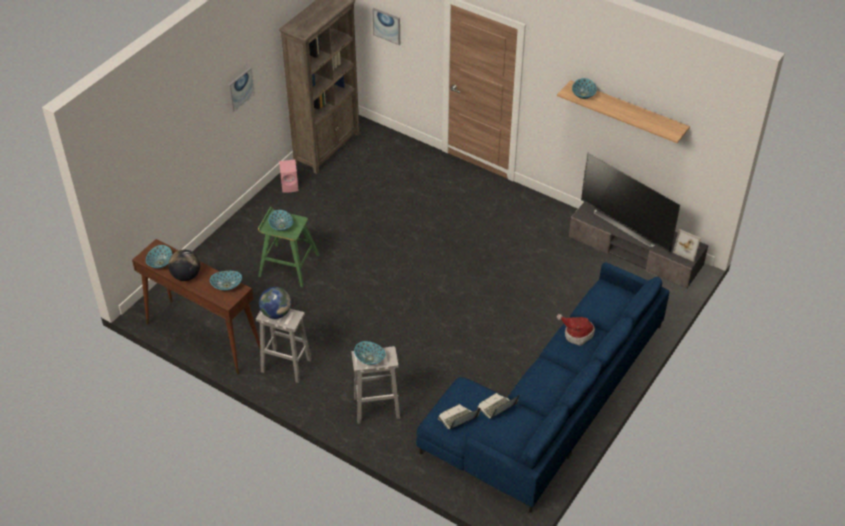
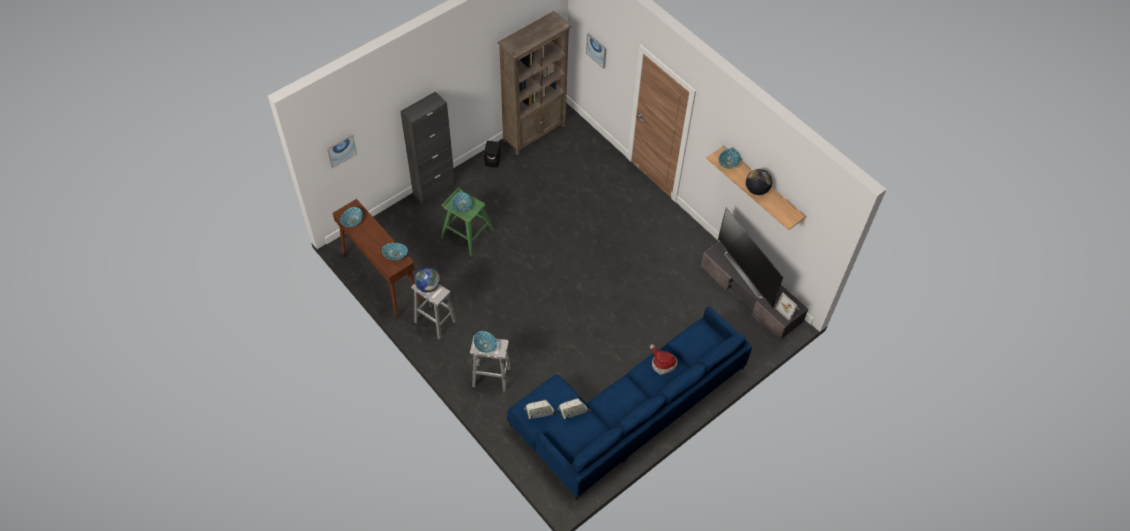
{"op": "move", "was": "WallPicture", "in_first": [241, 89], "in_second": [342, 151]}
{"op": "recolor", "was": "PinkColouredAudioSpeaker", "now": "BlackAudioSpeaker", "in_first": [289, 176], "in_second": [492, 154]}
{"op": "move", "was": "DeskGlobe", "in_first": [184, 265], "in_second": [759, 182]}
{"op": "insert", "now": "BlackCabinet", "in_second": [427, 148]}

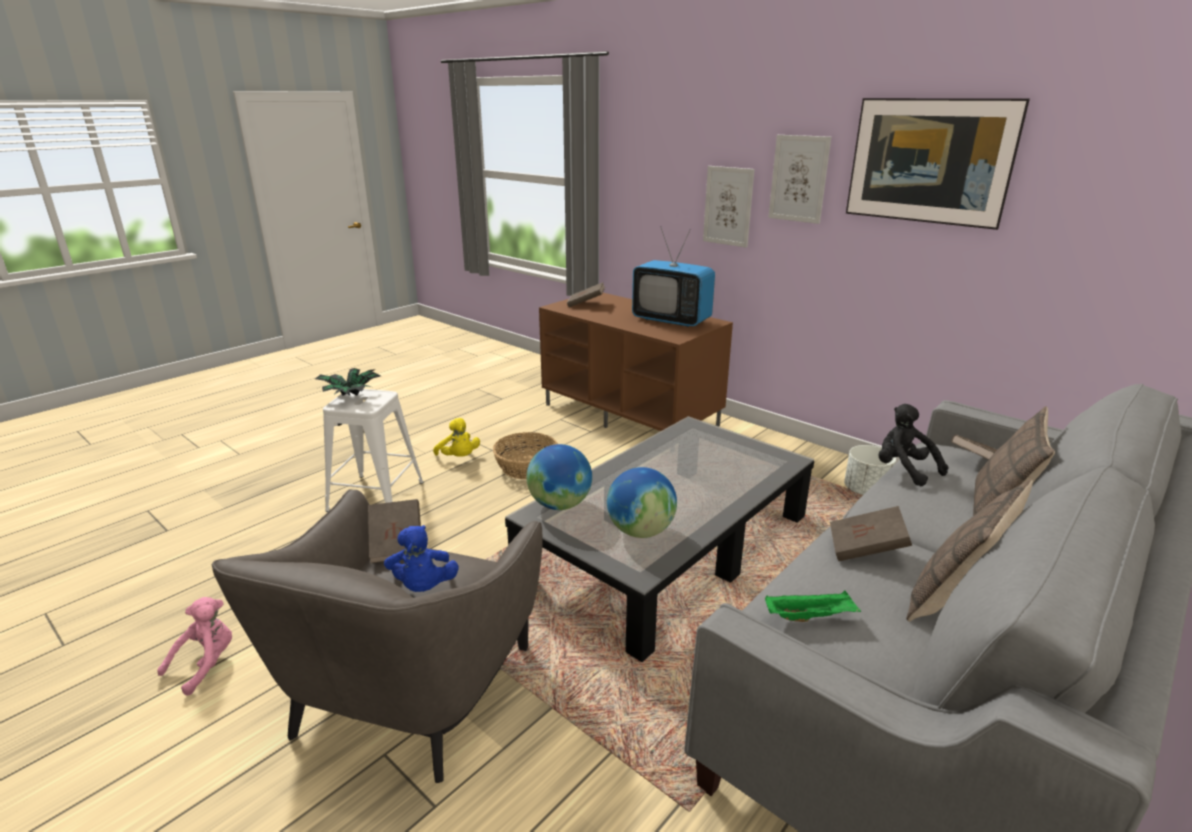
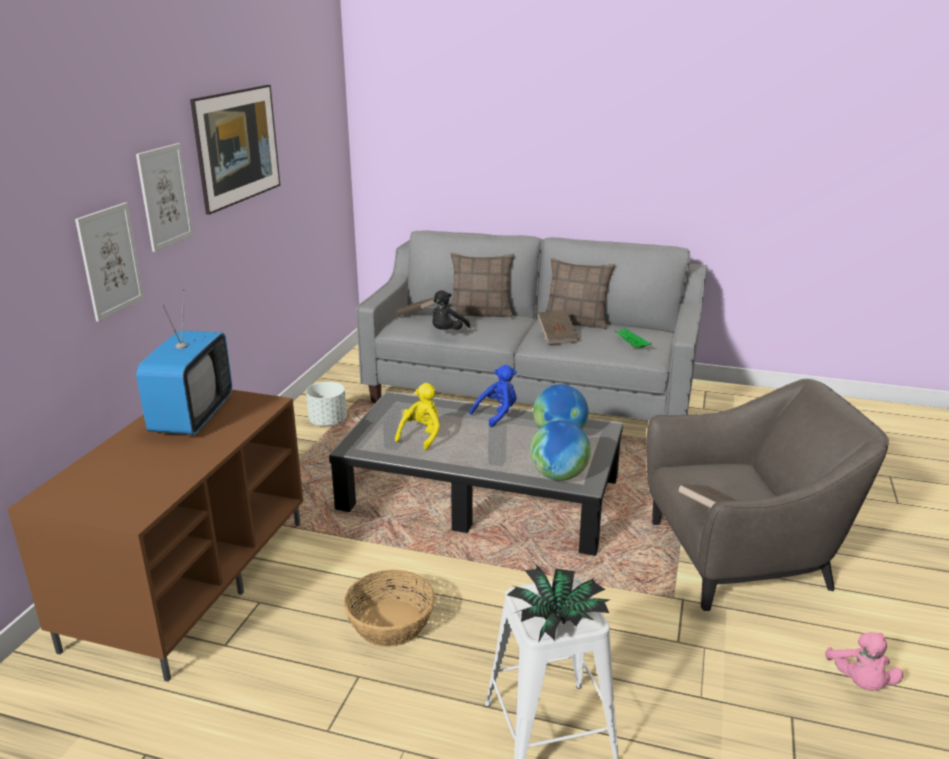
{"op": "delete", "was": "BrownColouredBoundBook", "in_first": [586, 294]}
{"op": "move", "was": "YellowCuddlyToy", "in_first": [456, 437], "in_second": [417, 416]}
{"op": "move", "was": "BlueColouredCuddlyToy", "in_first": [421, 558], "in_second": [493, 396]}
{"op": "rotate", "was": "PinkColouredCuddlyToy", "in_first": [195, 646], "in_second": [864, 661], "clockwise": -90}

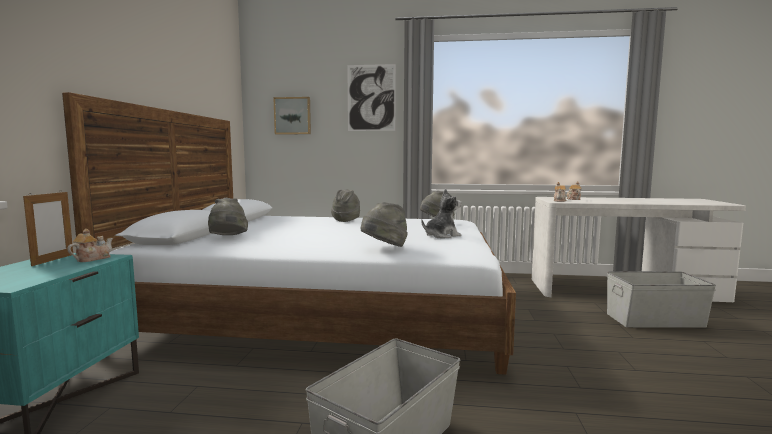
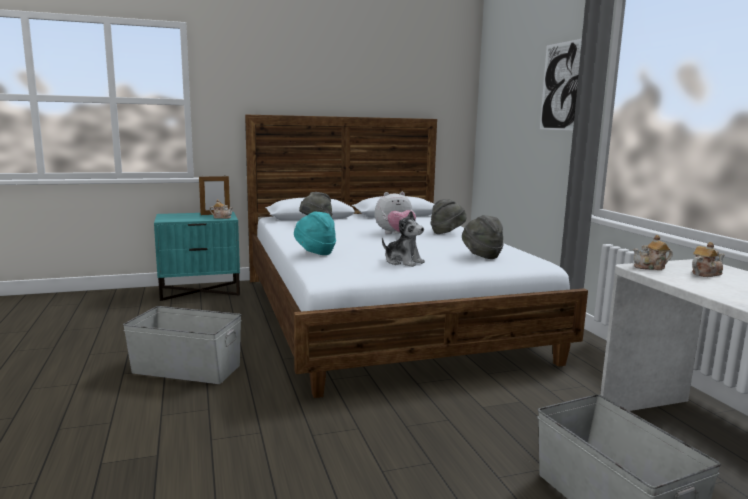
{"op": "delete", "was": "WallPicture", "in_first": [292, 115]}
{"op": "recolor", "was": "GrayWearableHat", "now": "BlueGreenWearableHat", "in_first": [384, 224], "in_second": [315, 233]}
{"op": "insert", "now": "CuddlyToy", "in_second": [395, 213]}

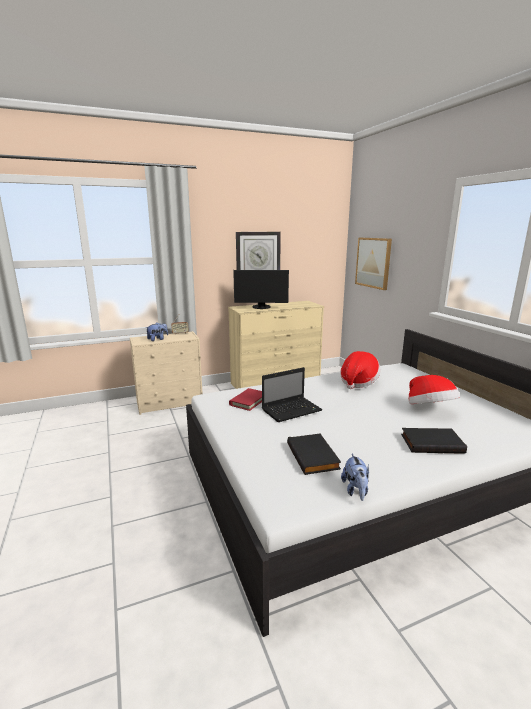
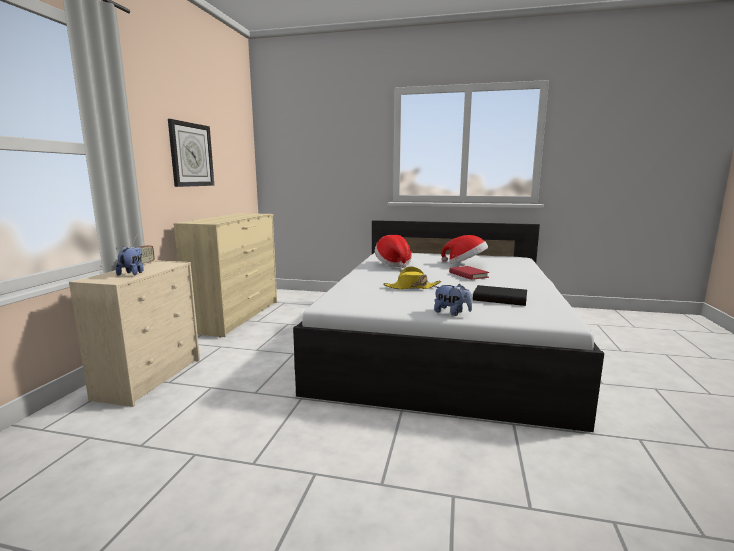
{"op": "delete", "was": "WallPicture", "in_first": [373, 264]}
{"op": "delete", "was": "Monitor", "in_first": [261, 289]}
{"op": "replace", "was": "PortableComputer", "now": "YellowWearableHat", "in_first": [292, 394], "in_second": [412, 278]}
{"op": "move", "was": "RedColouredBoundBook", "in_first": [245, 399], "in_second": [469, 273]}
{"op": "delete", "was": "BlackBoundBook", "in_first": [434, 441]}
{"op": "move", "was": "CuddlyToy", "in_first": [355, 477], "in_second": [453, 300]}

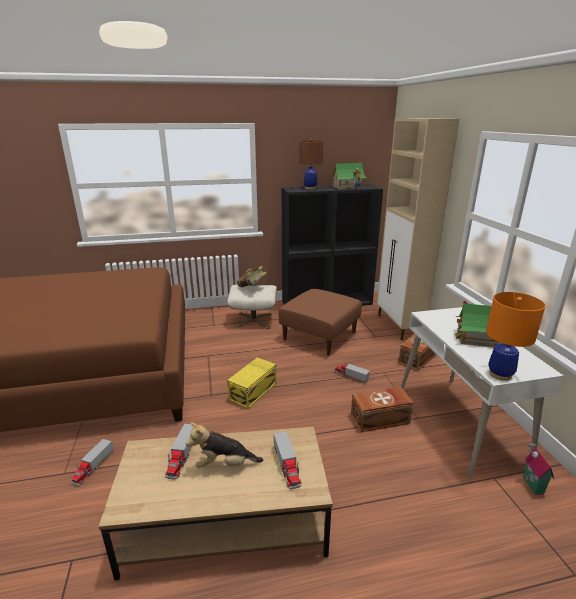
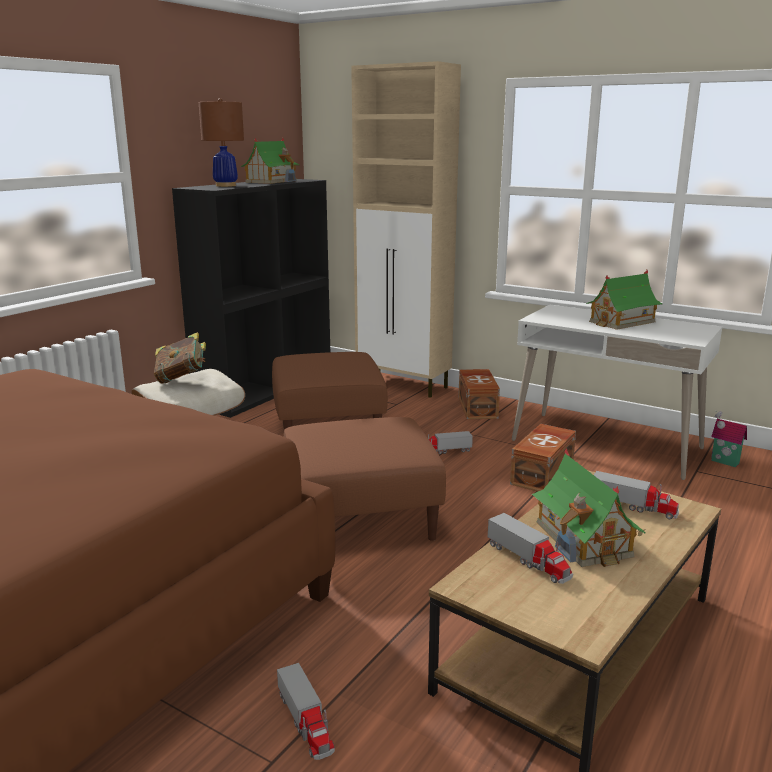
{"op": "delete", "was": "OrangeTabletopLamp", "in_first": [515, 336]}
{"op": "replace", "was": "YellowStorageBin", "now": "BrownColouredFootrest", "in_first": [251, 383], "in_second": [365, 479]}
{"op": "replace", "was": "CuddlyToy", "now": "MiniatureHouse", "in_first": [224, 445], "in_second": [589, 507]}

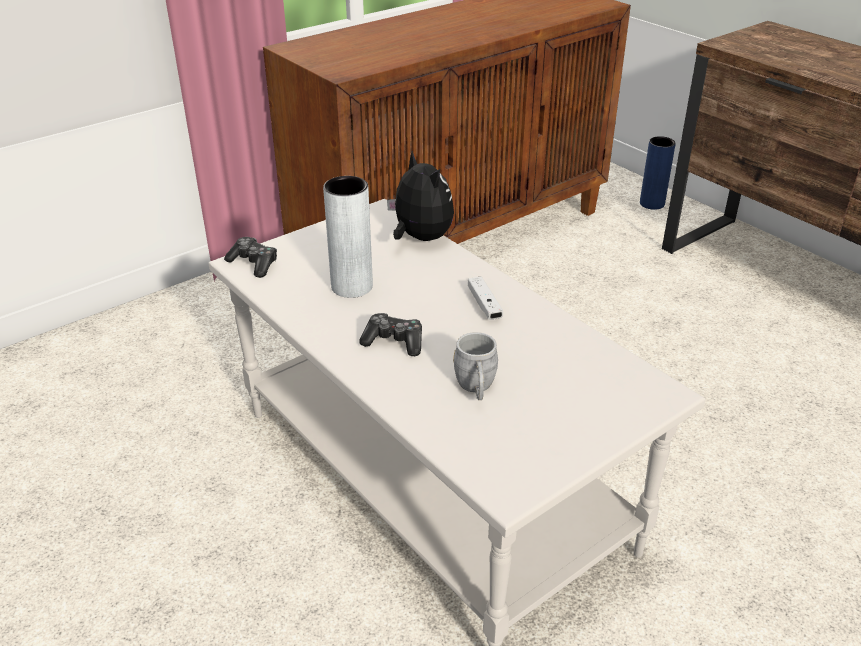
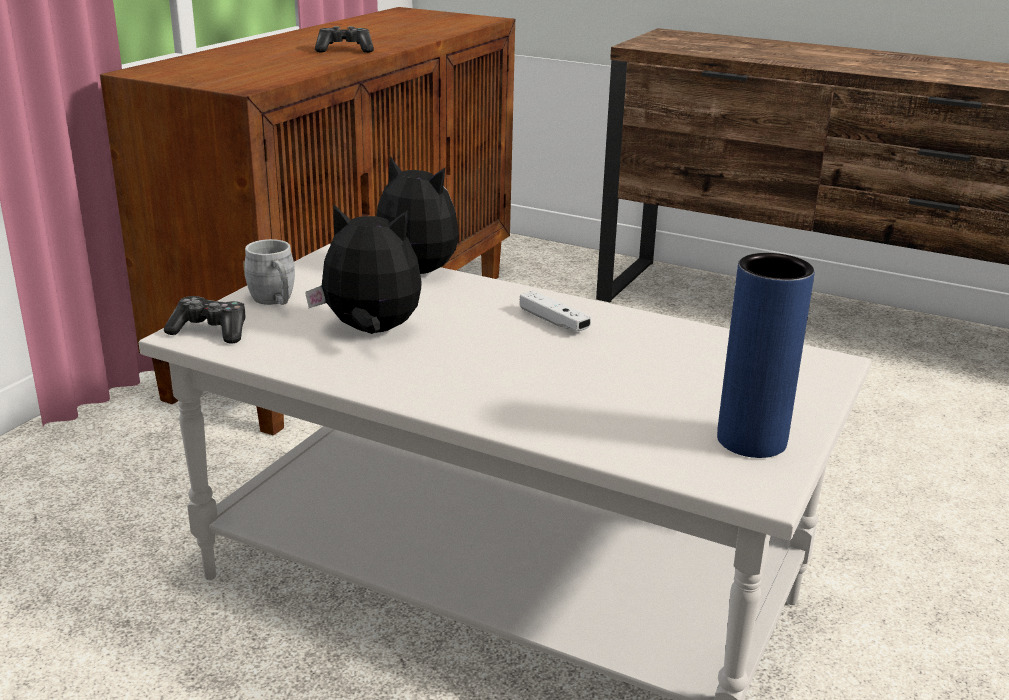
{"op": "move", "was": "BlueColouredVase", "in_first": [658, 173], "in_second": [766, 355]}
{"op": "replace", "was": "GrayVase", "now": "CuddlyToy", "in_first": [348, 237], "in_second": [363, 269]}
{"op": "move", "was": "Joypad", "in_first": [390, 334], "in_second": [344, 39]}
{"op": "move", "was": "GrayMug", "in_first": [475, 366], "in_second": [269, 272]}

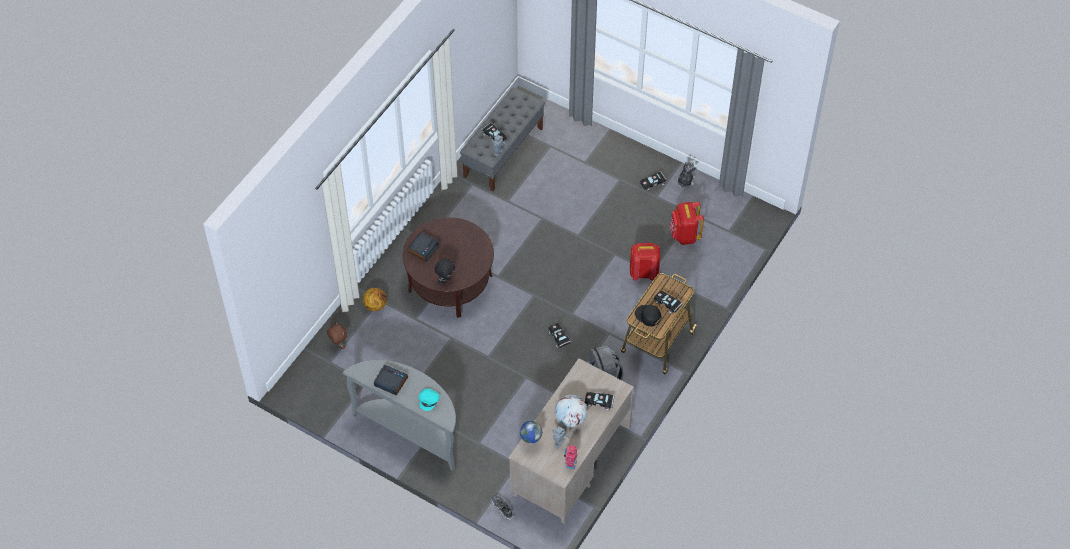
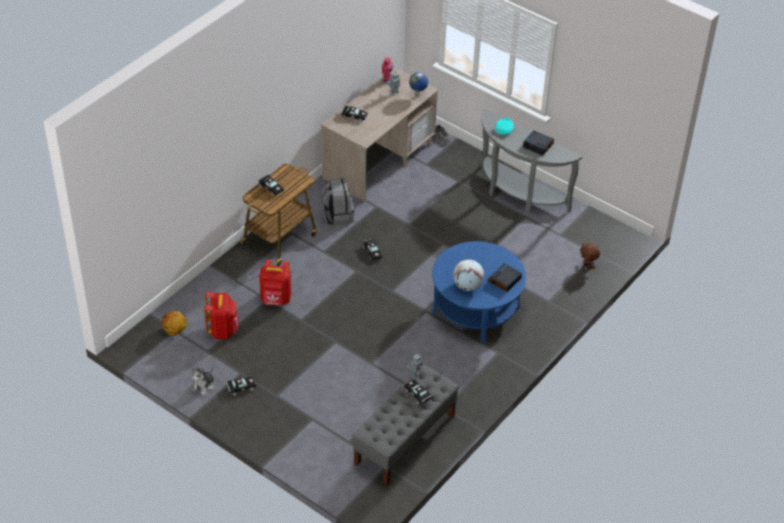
{"op": "recolor", "was": "BrownColouredLoungeTable", "now": "BlueColouredLoungeTable", "in_first": [448, 267], "in_second": [479, 292]}
{"op": "delete", "was": "BlackCuddlyToy", "in_first": [444, 271]}
{"op": "move", "was": "Basketball", "in_first": [375, 299], "in_second": [174, 323]}
{"op": "delete", "was": "BlackBaseballCap", "in_first": [648, 315]}
{"op": "move", "was": "DeskGlobe", "in_first": [571, 411], "in_second": [468, 275]}

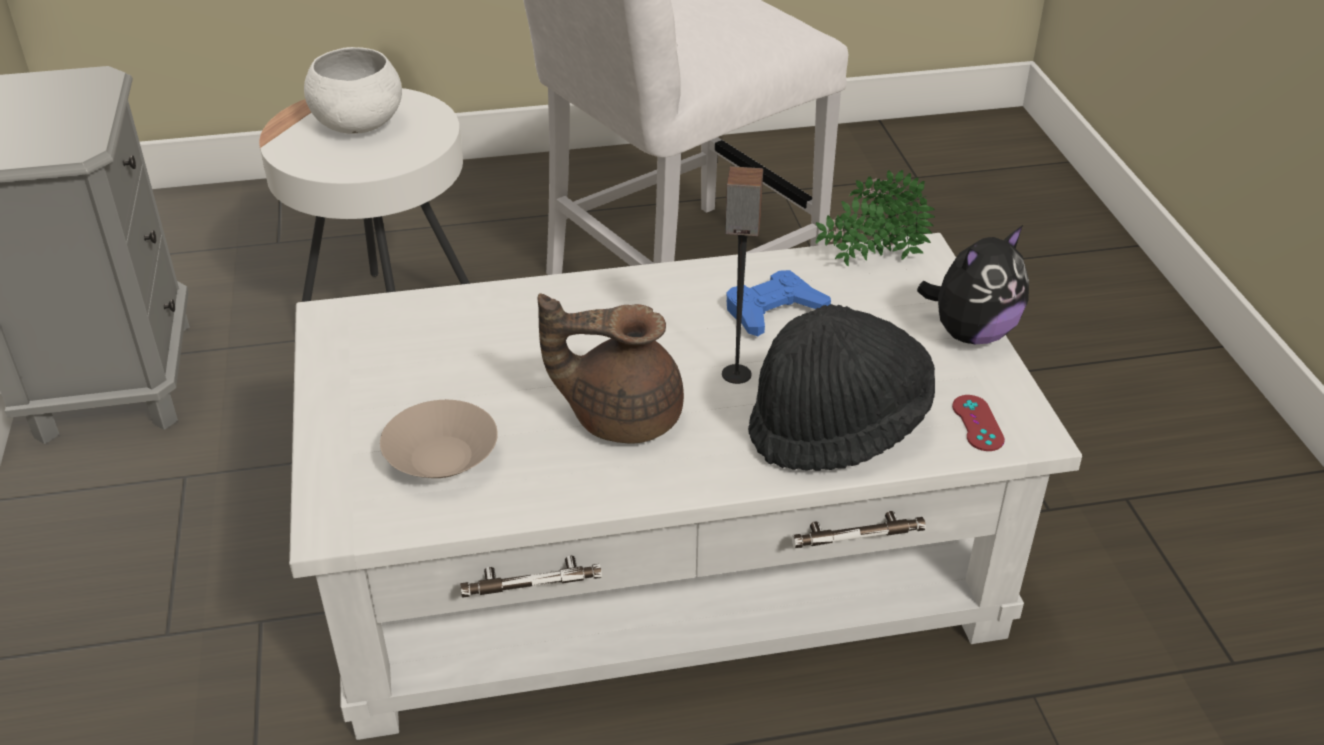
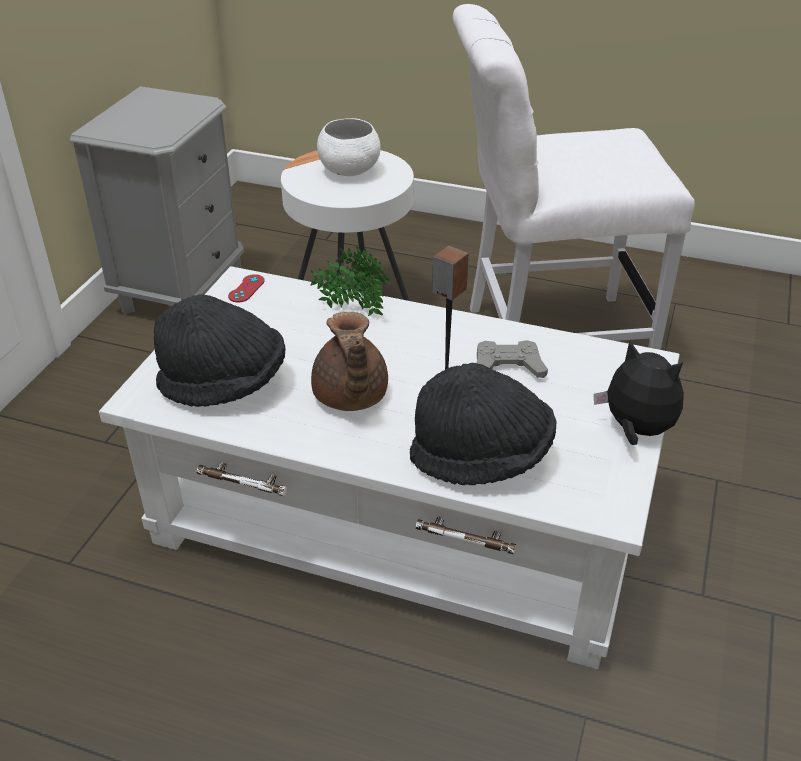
{"op": "move", "was": "Houseplant", "in_first": [875, 217], "in_second": [350, 281]}
{"op": "rotate", "was": "CuddlyToy", "in_first": [973, 284], "in_second": [639, 392], "clockwise": -135}
{"op": "recolor", "was": "BlueColouredJoypad", "now": "GrayJoypad", "in_first": [778, 303], "in_second": [512, 359]}
{"op": "rotate", "was": "BrownColouredTeapot", "in_first": [611, 368], "in_second": [349, 361], "clockwise": -135}
{"op": "move", "was": "RedColouredJoypad", "in_first": [978, 423], "in_second": [246, 288]}
{"op": "replace", "was": "BeigeColouredDeepDish", "now": "BlackWearableHat", "in_first": [439, 439], "in_second": [219, 350]}

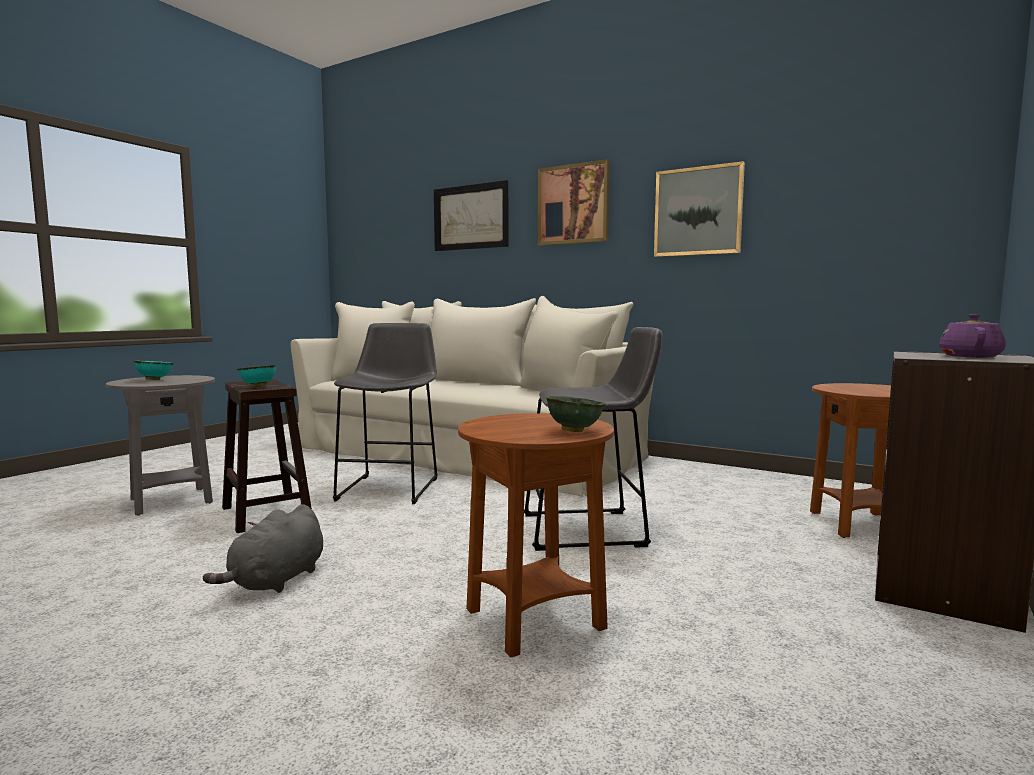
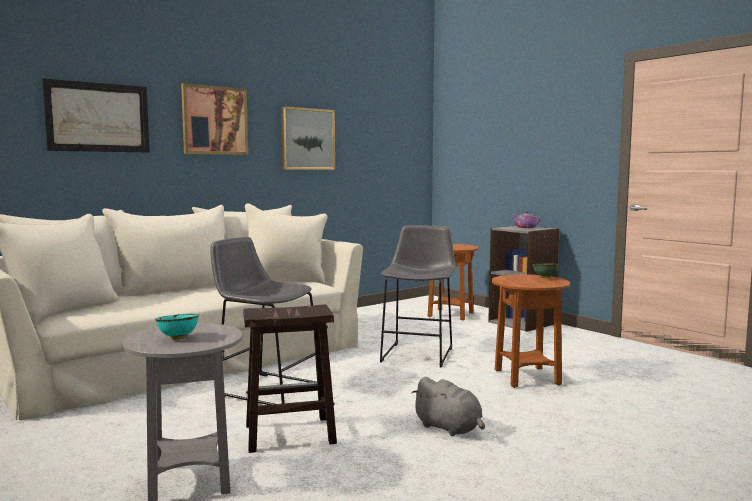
{"op": "delete", "was": "BlueGreenDeepDish", "in_first": [257, 376]}

